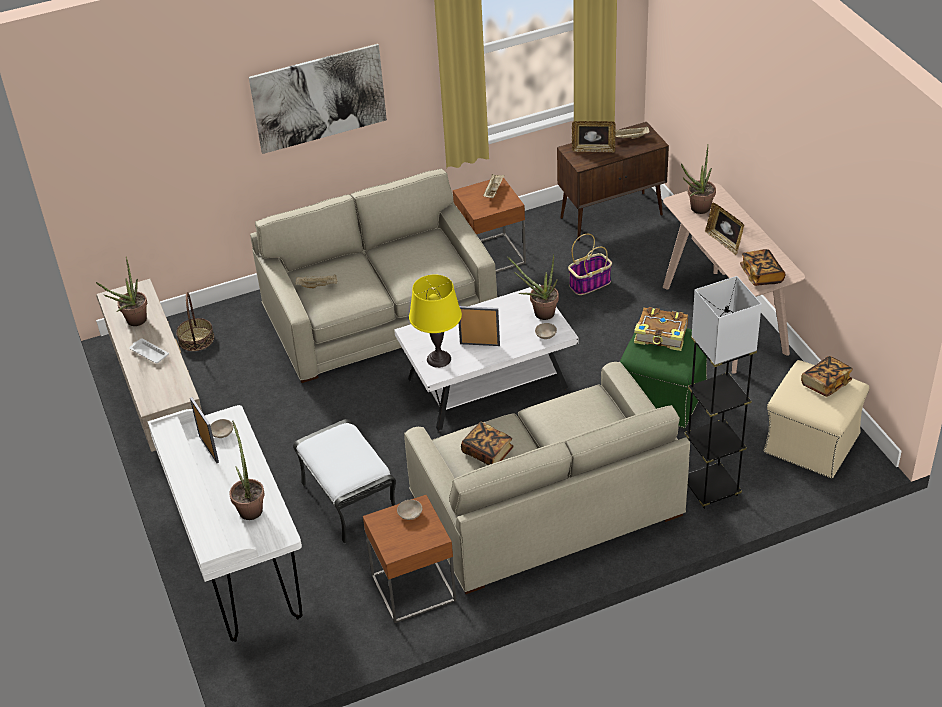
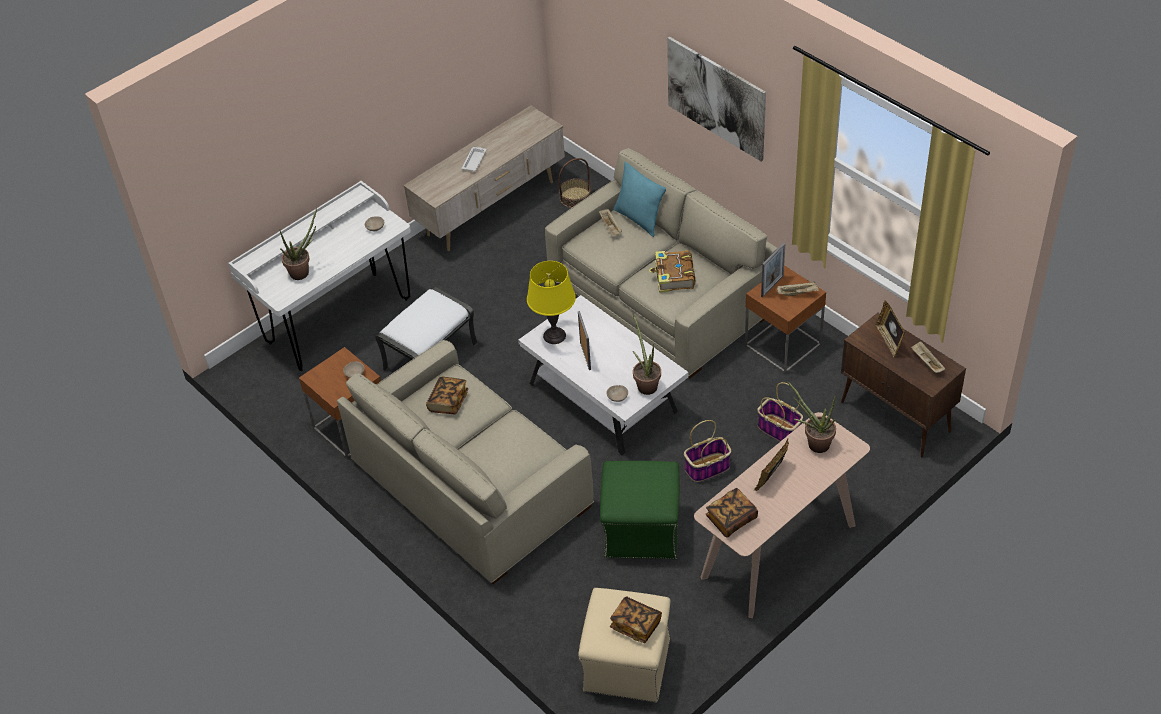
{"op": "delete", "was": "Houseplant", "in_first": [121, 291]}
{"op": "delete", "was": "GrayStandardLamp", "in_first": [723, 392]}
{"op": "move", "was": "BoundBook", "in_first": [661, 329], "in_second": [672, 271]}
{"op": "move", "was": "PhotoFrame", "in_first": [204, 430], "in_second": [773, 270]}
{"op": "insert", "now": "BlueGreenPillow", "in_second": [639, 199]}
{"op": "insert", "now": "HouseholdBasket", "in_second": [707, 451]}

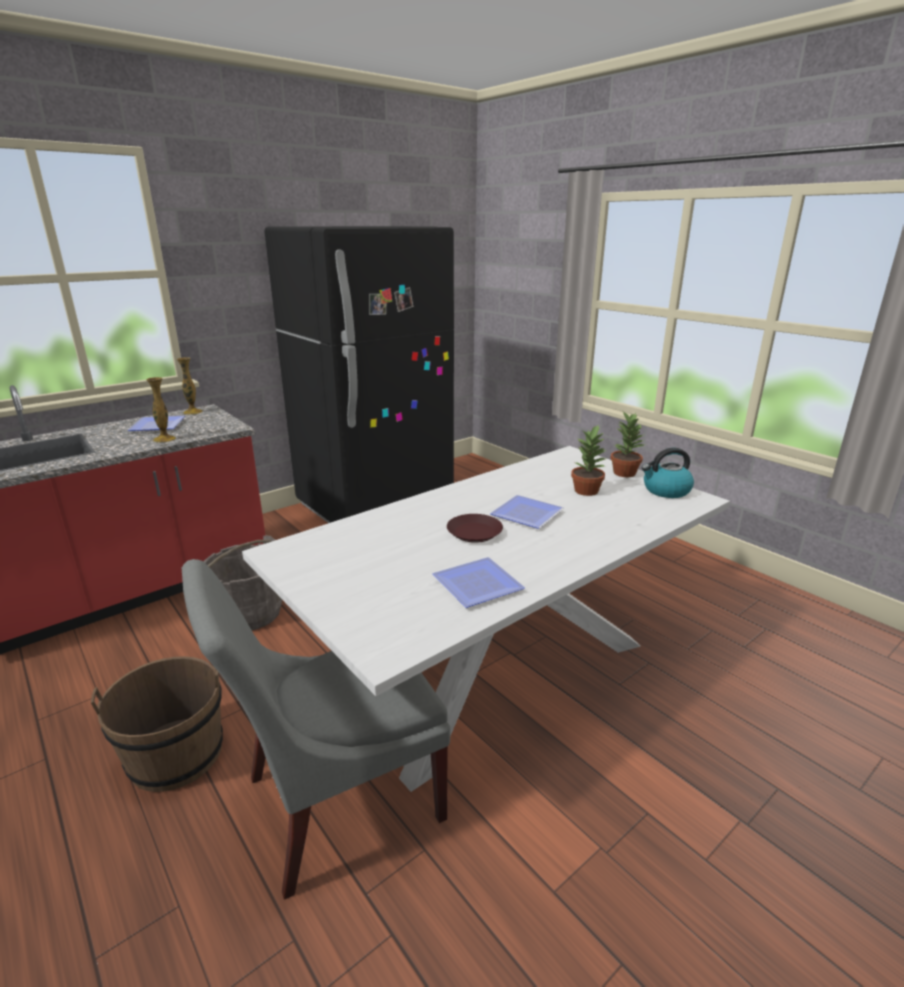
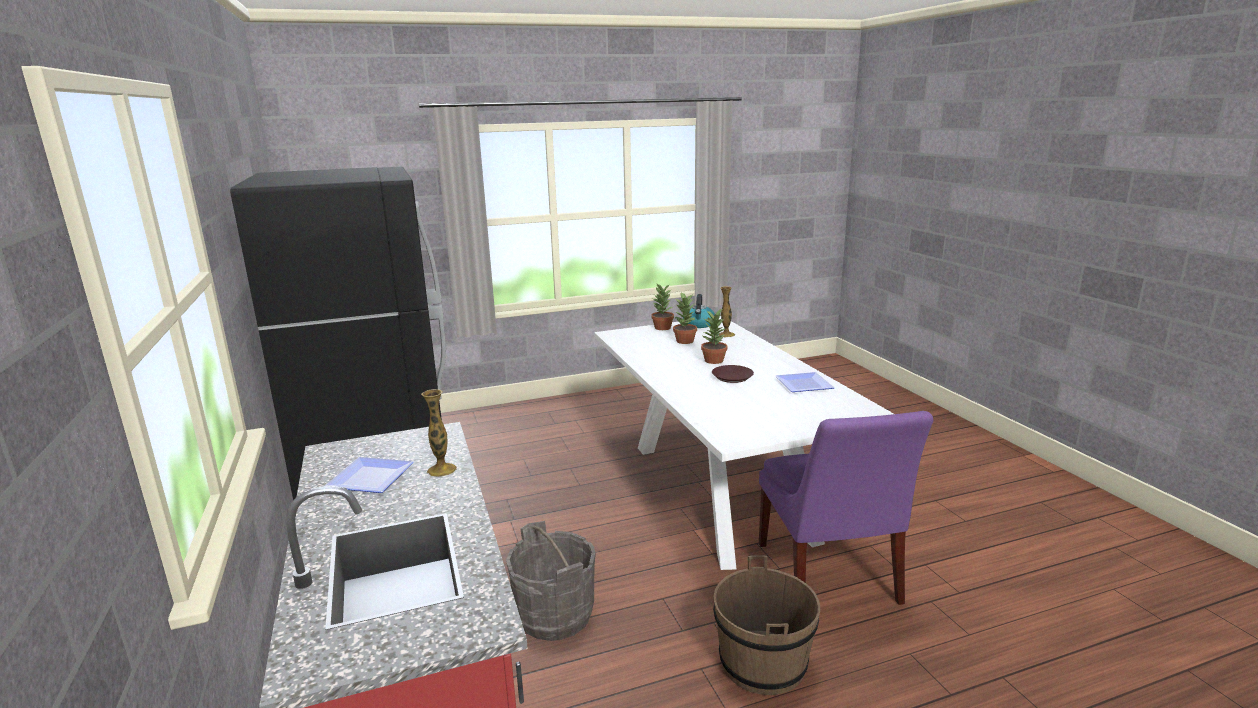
{"op": "move", "was": "Vase", "in_first": [190, 386], "in_second": [727, 311]}
{"op": "replace", "was": "DinnerPlate", "now": "Houseplant", "in_first": [527, 512], "in_second": [714, 336]}
{"op": "recolor", "was": "GrayUprightChair", "now": "PurplishUprightChair", "in_first": [316, 729], "in_second": [846, 508]}

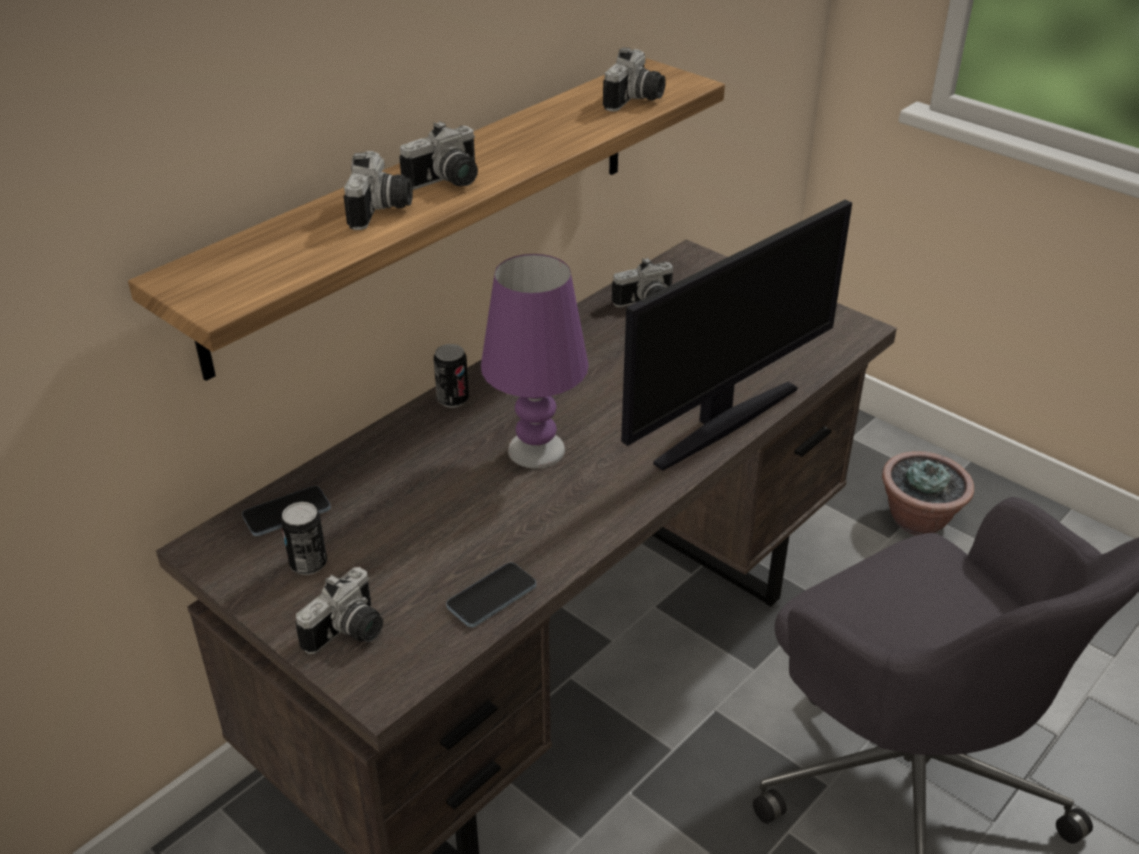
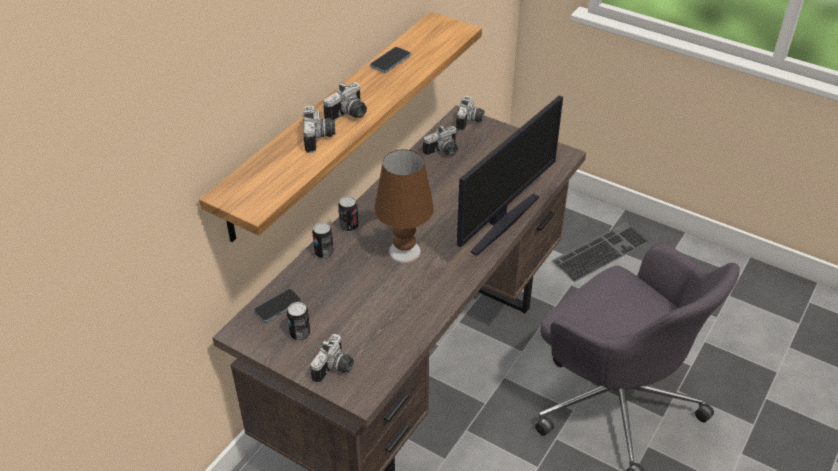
{"op": "move", "was": "StillCamera", "in_first": [634, 79], "in_second": [470, 113]}
{"op": "recolor", "was": "PurplishTabletopLamp", "now": "BrownColouredTabletopLamp", "in_first": [535, 361], "in_second": [404, 206]}
{"op": "replace", "was": "Houseplant", "now": "PcKeyboard", "in_first": [928, 493], "in_second": [601, 252]}
{"op": "move", "was": "Telephone", "in_first": [491, 594], "in_second": [390, 60]}
{"op": "insert", "now": "Can", "in_second": [323, 240]}

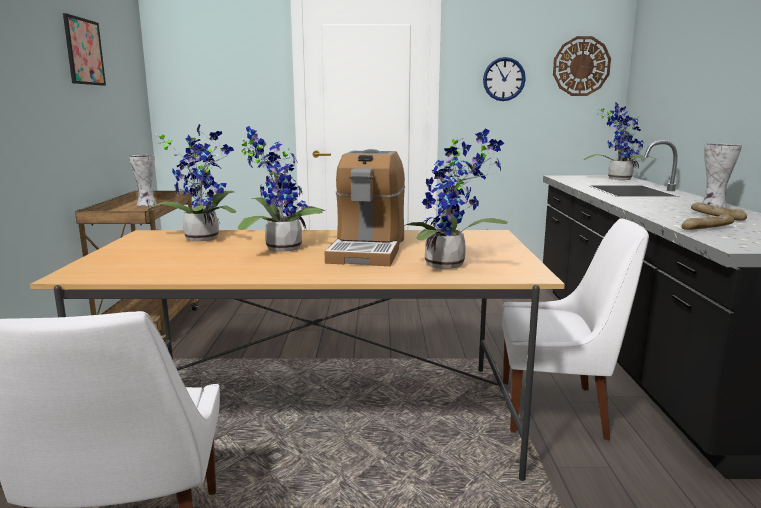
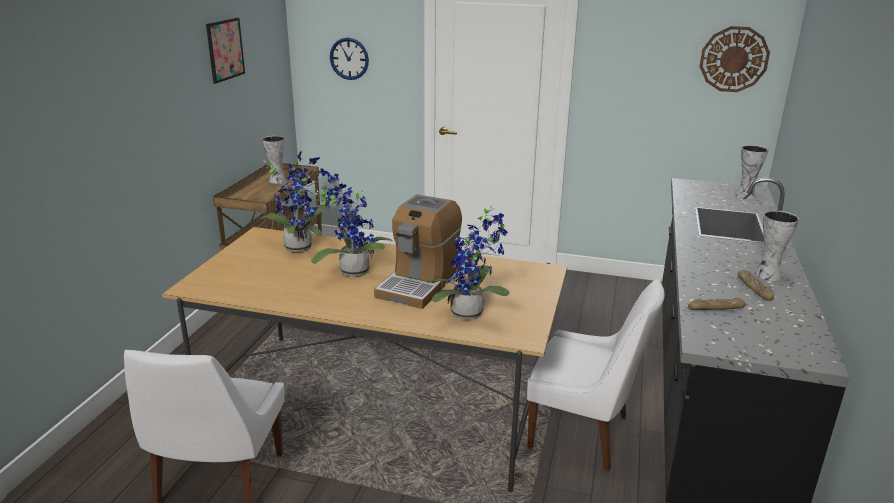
{"op": "move", "was": "WallClock", "in_first": [504, 79], "in_second": [349, 58]}
{"op": "replace", "was": "Houseplant", "now": "Vase", "in_first": [619, 140], "in_second": [751, 172]}

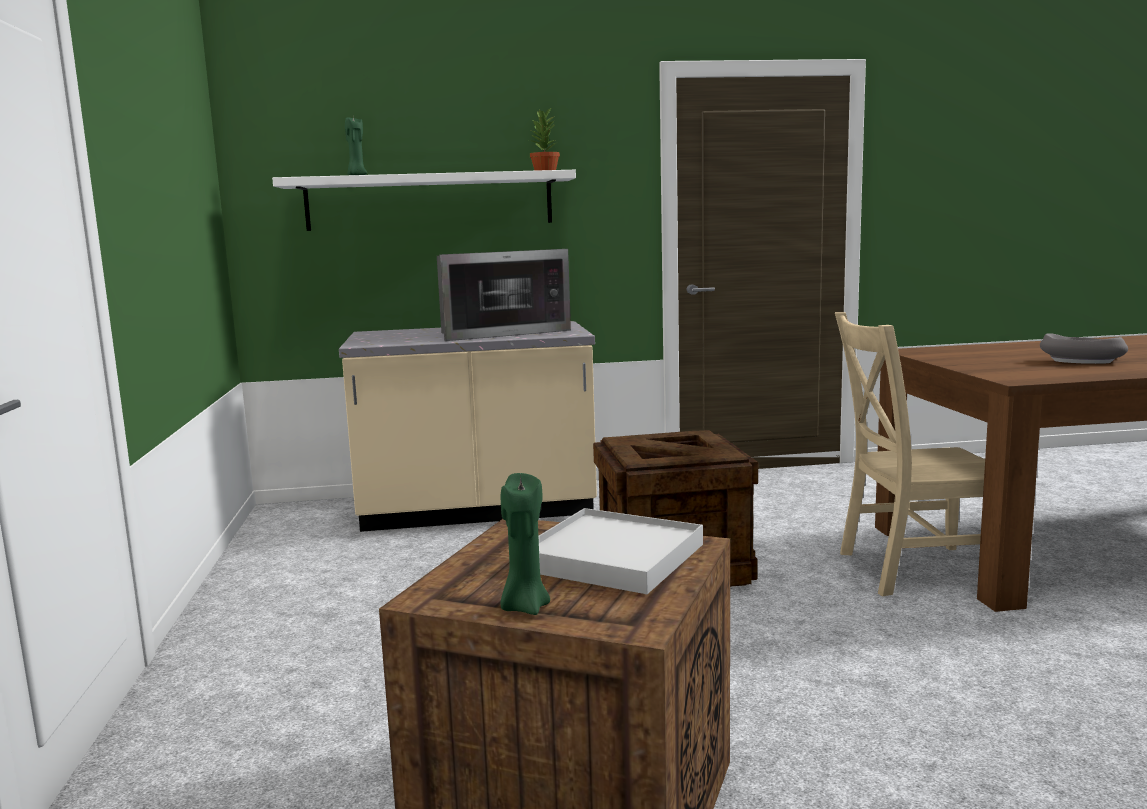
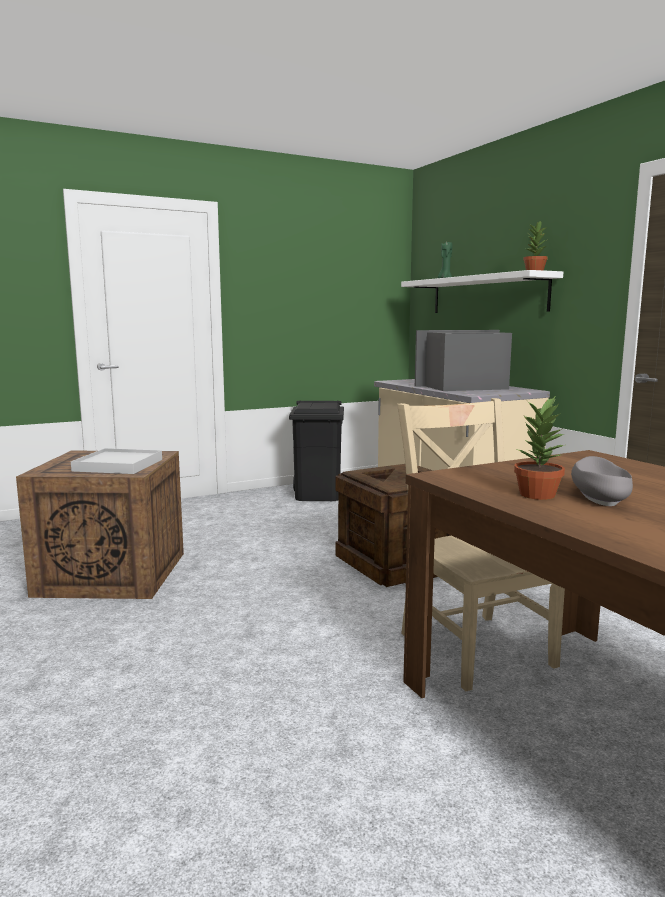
{"op": "rotate", "was": "Microwave", "in_first": [504, 295], "in_second": [463, 360], "clockwise": 120}
{"op": "delete", "was": "GreenWaxLight", "in_first": [525, 544]}
{"op": "insert", "now": "Houseplant", "in_second": [539, 448]}
{"op": "insert", "now": "BlackTrashCan", "in_second": [316, 450]}

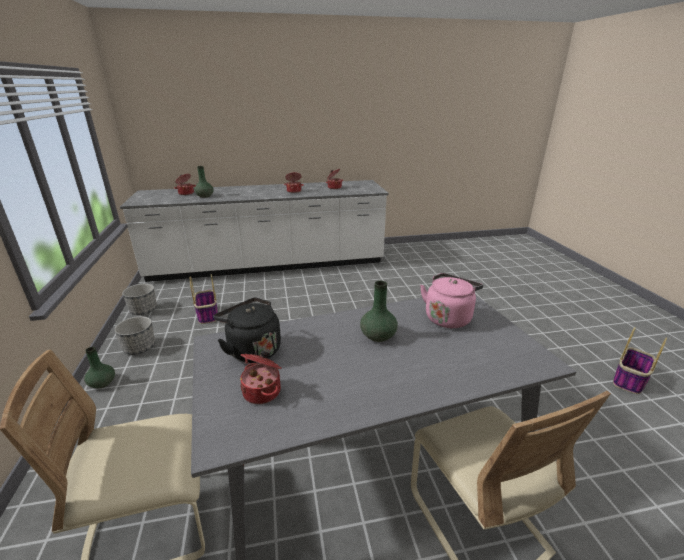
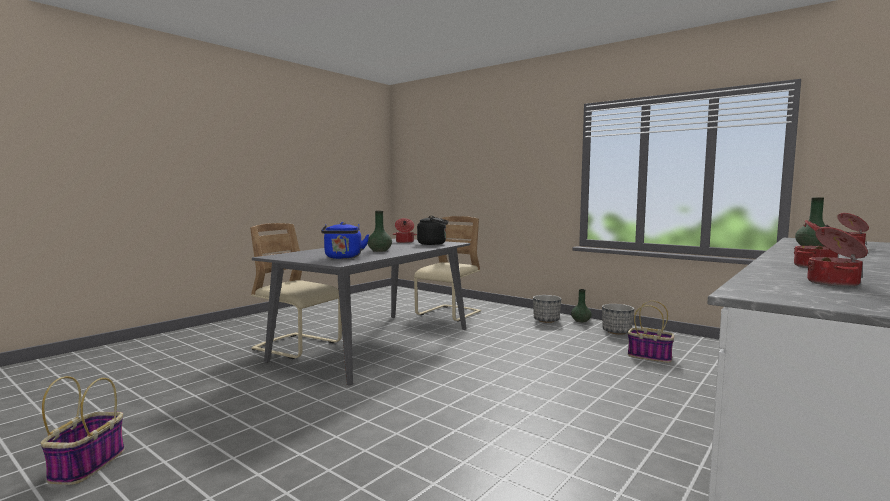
{"op": "recolor", "was": "PinkColouredWaterKettle", "now": "BlueColouredWaterKettle", "in_first": [451, 300], "in_second": [345, 240]}
{"op": "move", "was": "PlantPot", "in_first": [139, 299], "in_second": [547, 309]}

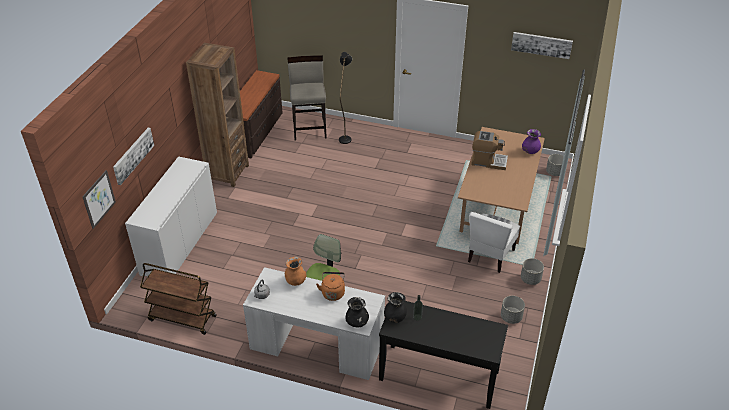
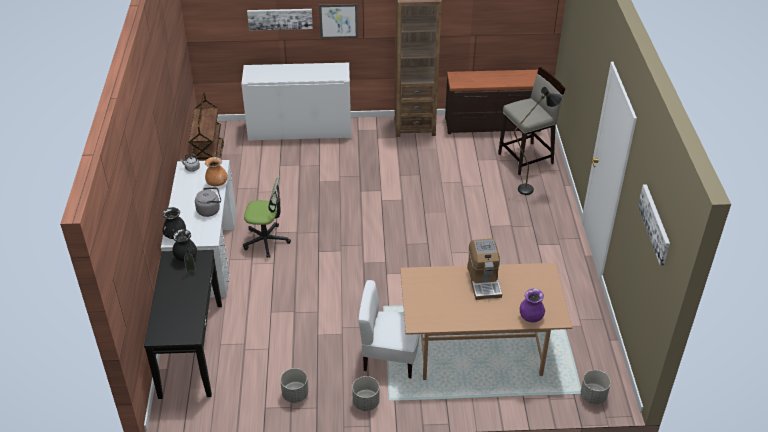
{"op": "move", "was": "WallPicture", "in_first": [99, 199], "in_second": [338, 21]}
{"op": "recolor", "was": "OrangeWaterKettle", "now": "GrayWaterKettle", "in_first": [330, 286], "in_second": [208, 202]}

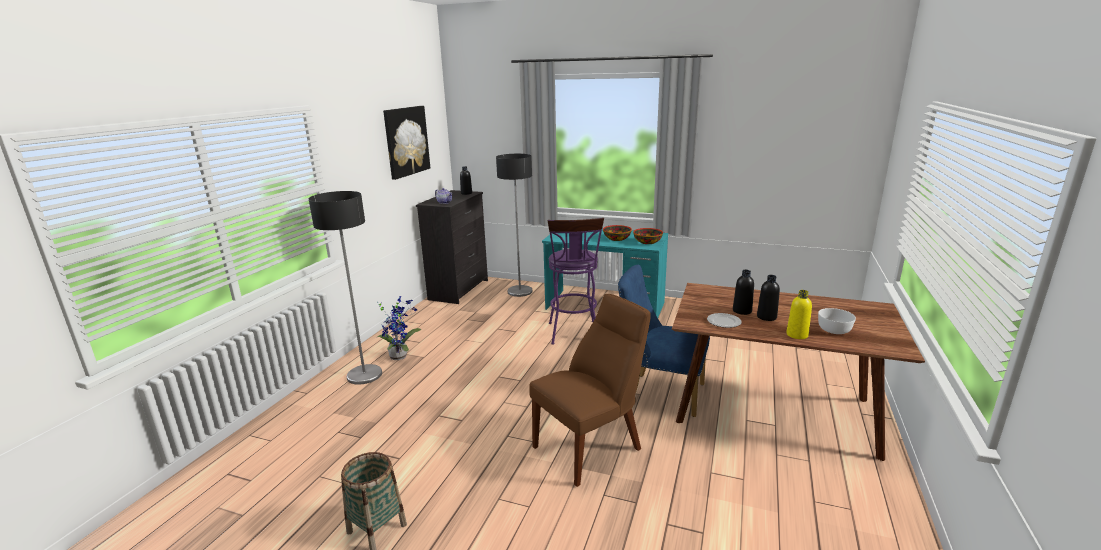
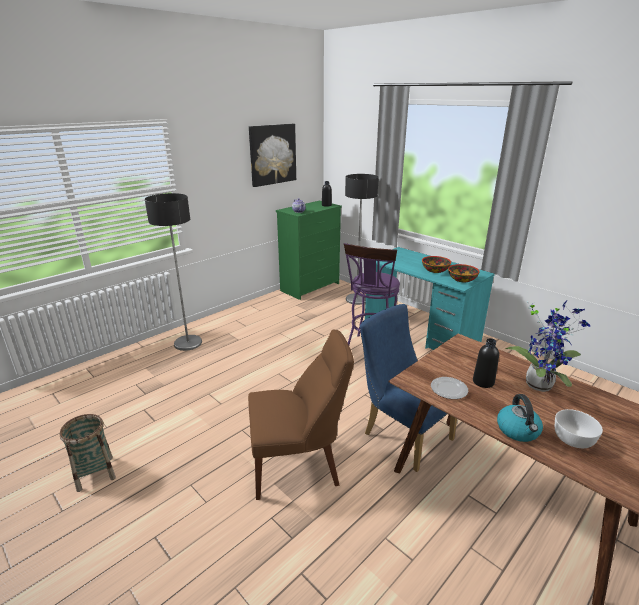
{"op": "recolor", "was": "BlackDresser", "now": "GreenDresser", "in_first": [452, 247], "in_second": [309, 250]}
{"op": "delete", "was": "BlackBeverageBottle", "in_first": [768, 298]}
{"op": "replace", "was": "YellowBeverageBottle", "now": "WaterKettle", "in_first": [799, 314], "in_second": [520, 418]}
{"op": "move", "was": "Houseplant", "in_first": [399, 328], "in_second": [547, 346]}

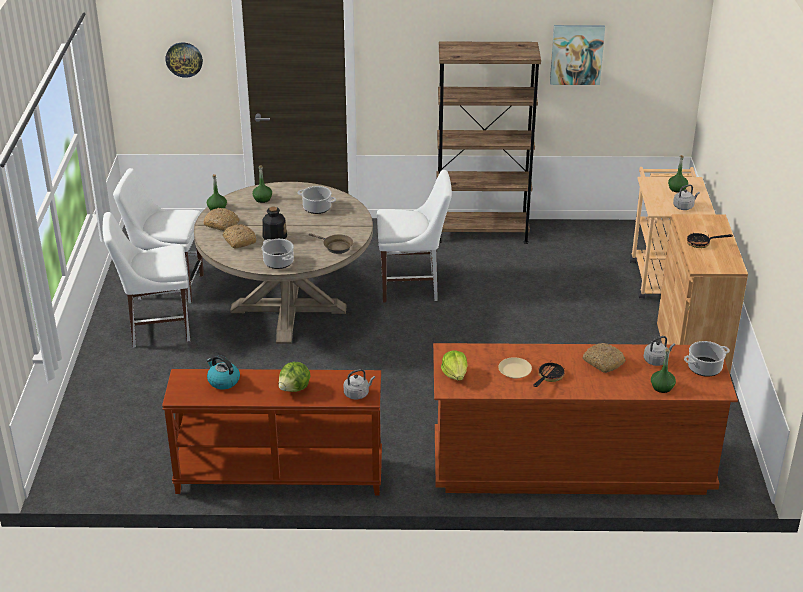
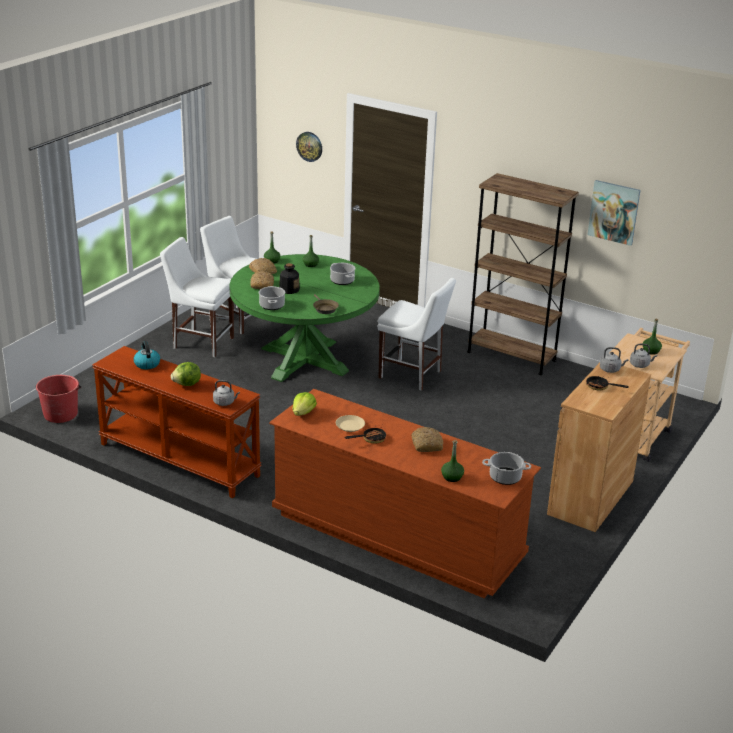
{"op": "recolor", "was": "BeigeColouredDiningTable", "now": "GreenDiningTable", "in_first": [283, 263], "in_second": [305, 318]}
{"op": "move", "was": "GrayWaterKettle", "in_first": [659, 351], "in_second": [614, 360]}
{"op": "insert", "now": "RedColouredBucket", "in_second": [58, 399]}

